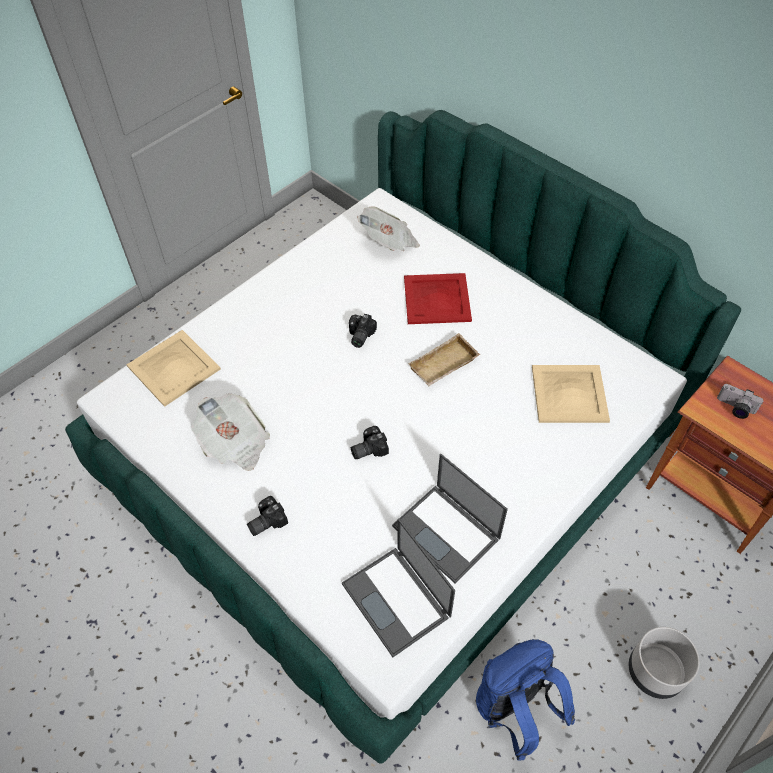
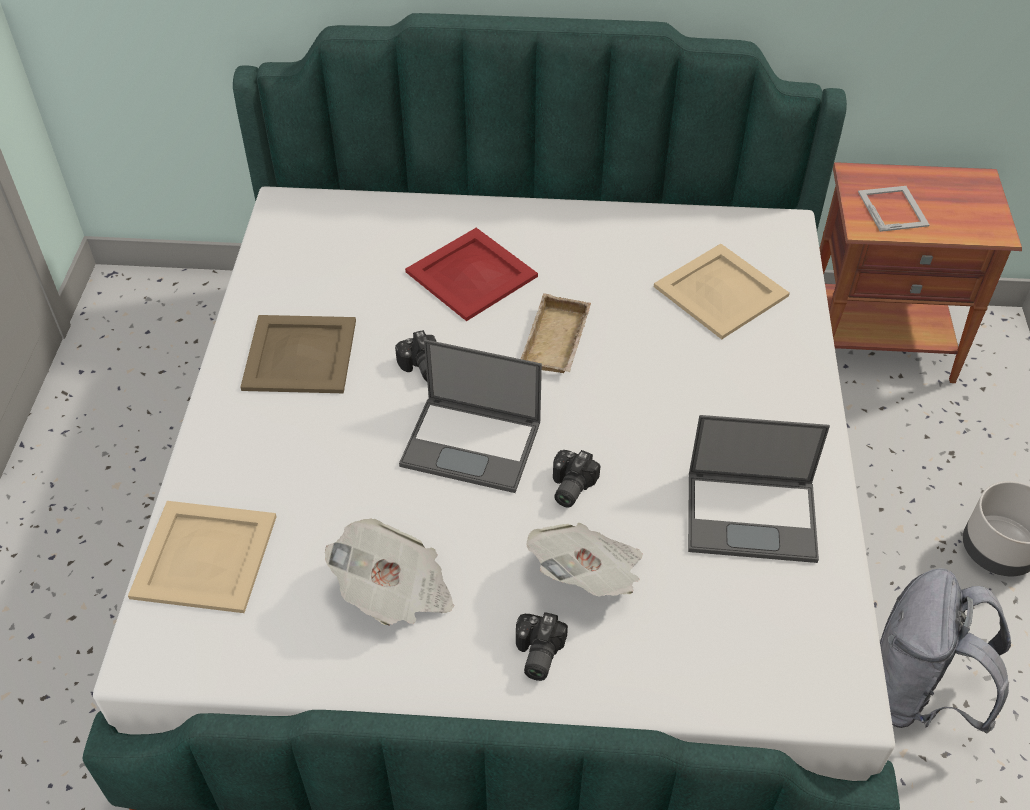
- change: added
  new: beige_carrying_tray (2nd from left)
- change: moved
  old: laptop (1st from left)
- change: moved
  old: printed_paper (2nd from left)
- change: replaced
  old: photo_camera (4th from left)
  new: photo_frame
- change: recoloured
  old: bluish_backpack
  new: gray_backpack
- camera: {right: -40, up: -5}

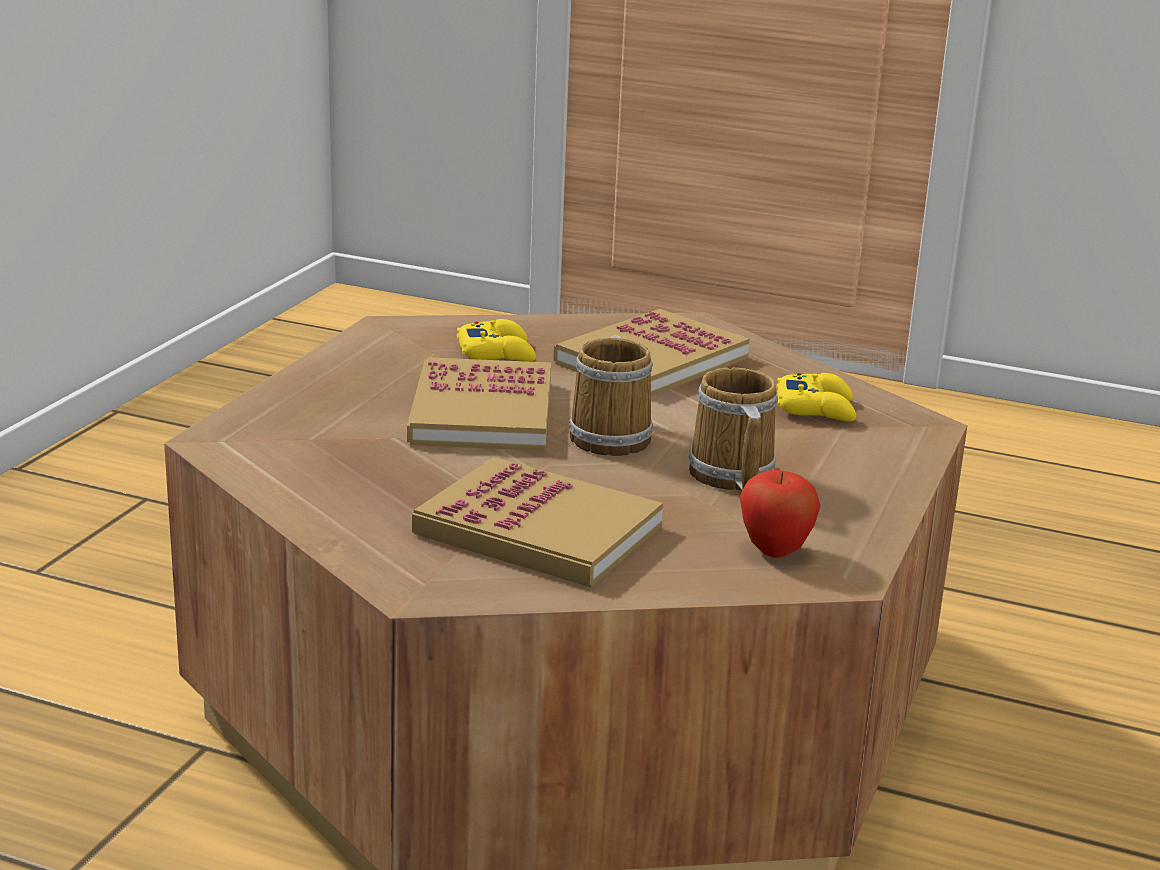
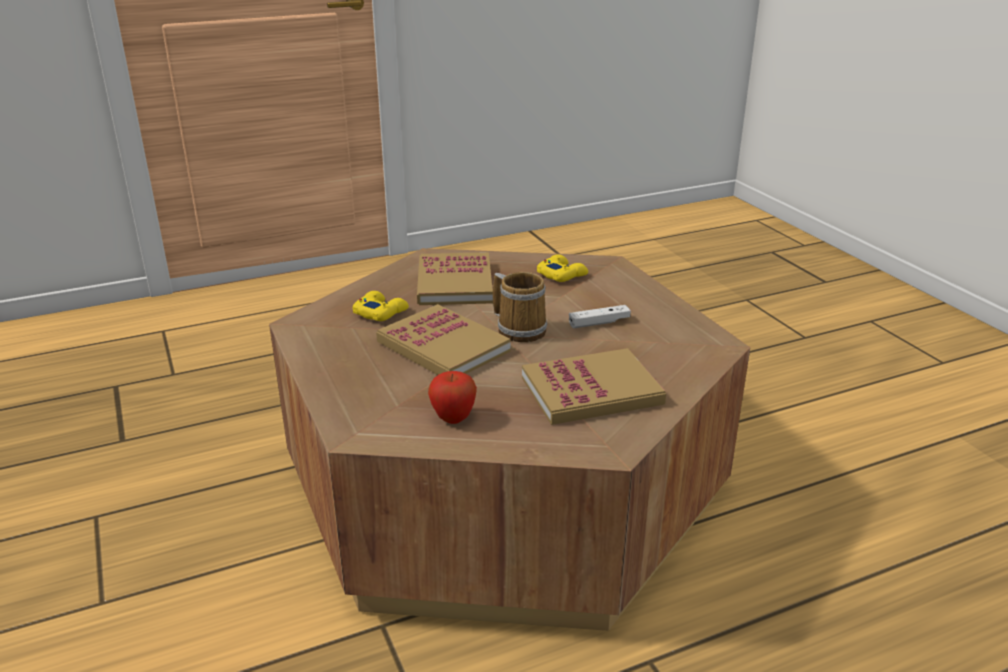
- change: moved
  old: whole_apple
- change: replaced
  old: coffee_mug (2nd from left)
  new: white_game_controller
- camera: {right: -45, up: 5}

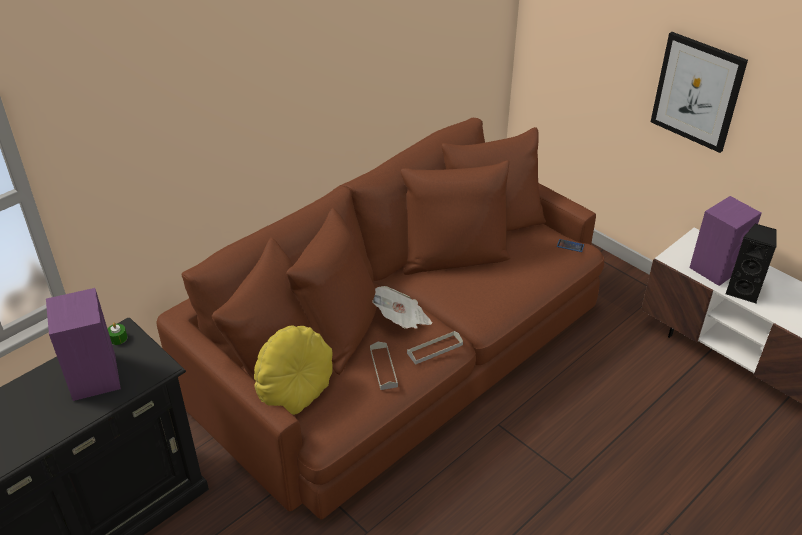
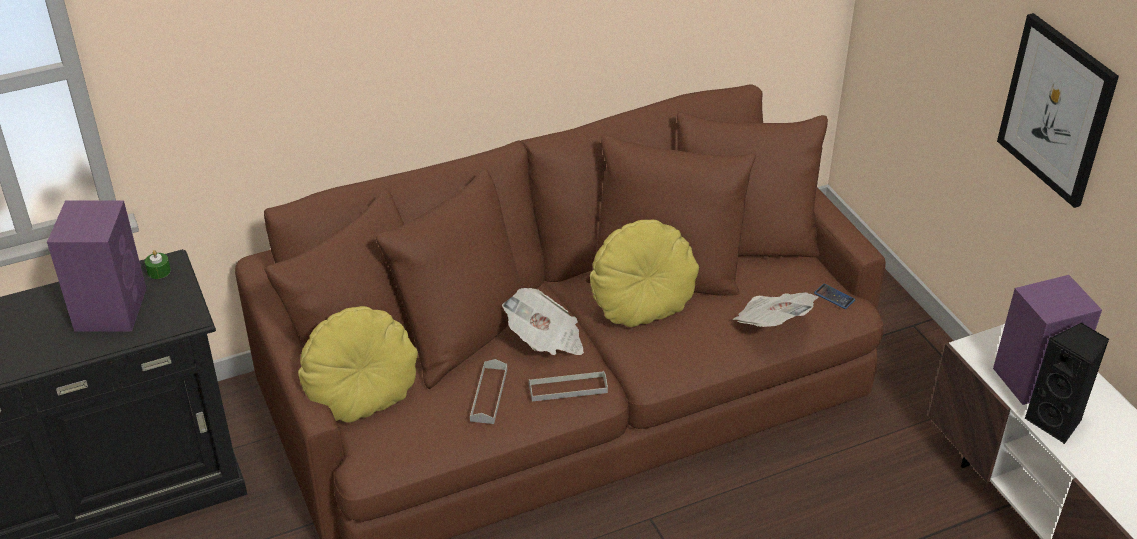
- change: added
  new: yellow-coloured_cushion (2nd from left)
- change: added
  new: printed_paper (2nd from left)
- camera: {right: 20, up: 0}

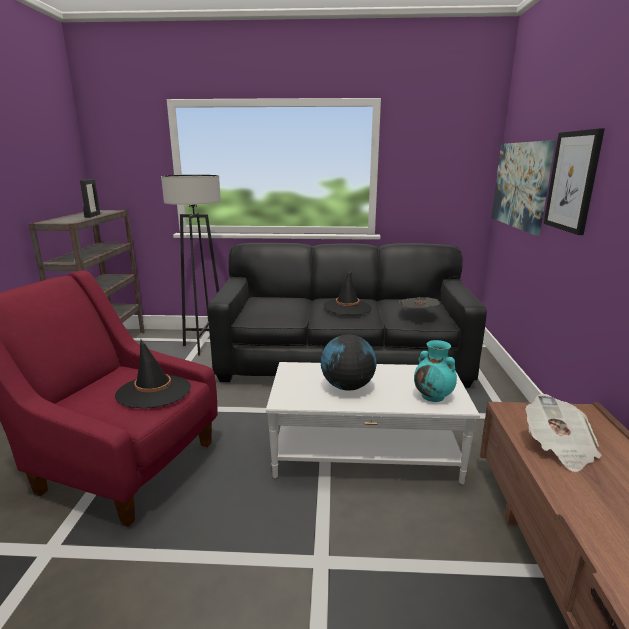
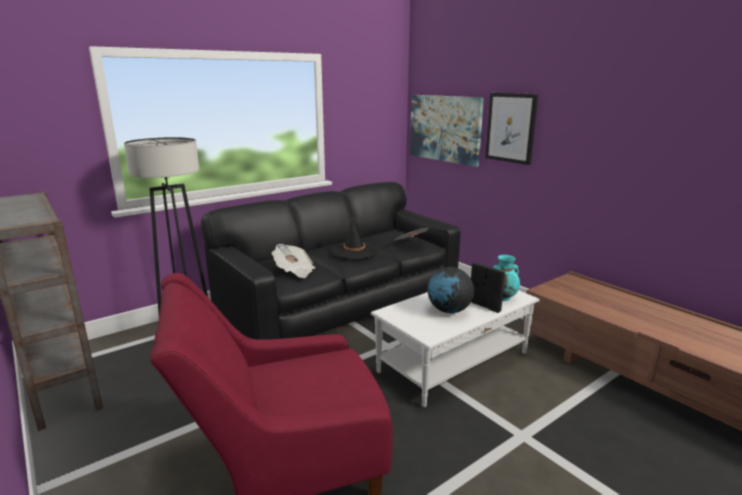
- change: removed
  old: black_clothing_hat (1st from left)
- change: moved
  old: photo_frame
- change: moved
  old: printed_paper (2nd from left in the first image)
  new: printed_paper (1st from left)
- camera: {right: -40, up: 0}

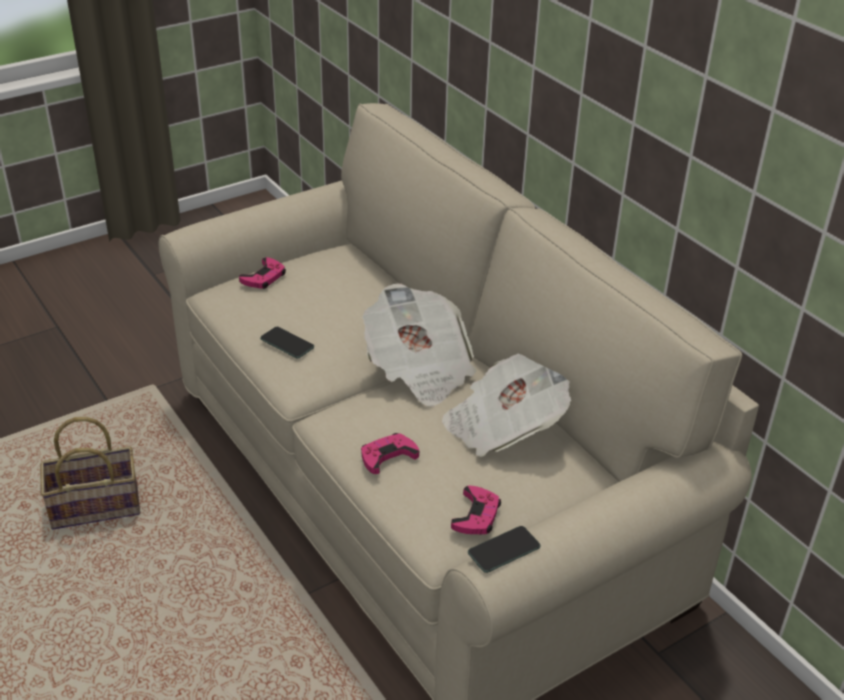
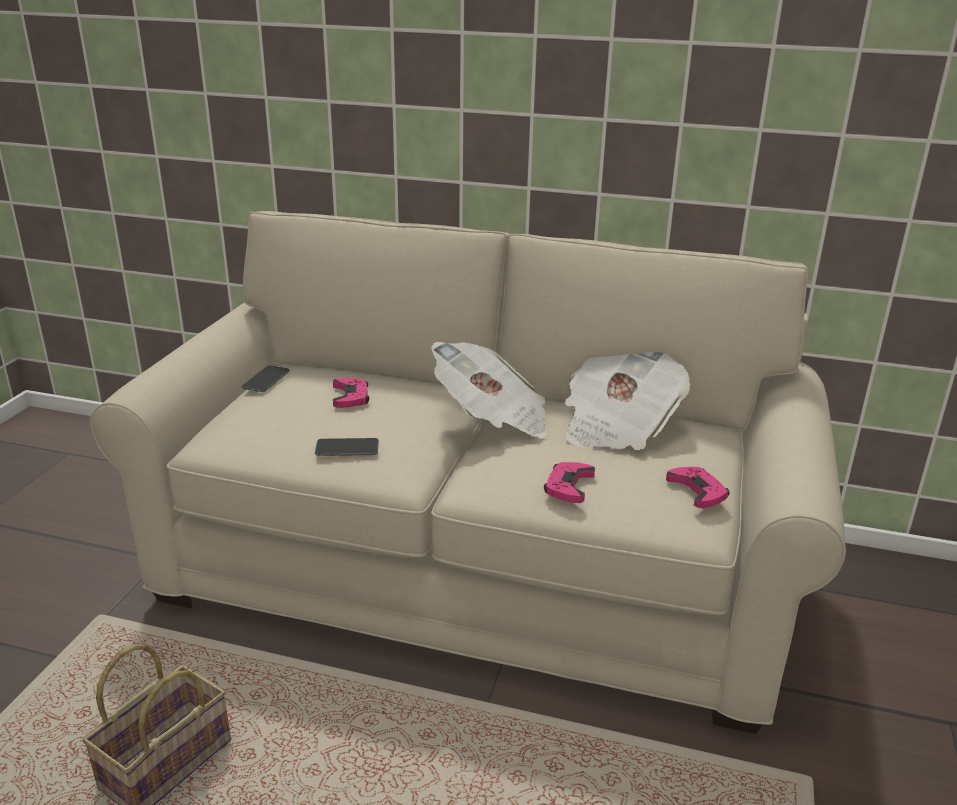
- change: moved
  old: pink-coloured_game_controller (1st from left)
- change: moved
  old: handset (2nd from left in the first image)
  new: handset (1st from left)
- camera: {right: -40, up: -10}

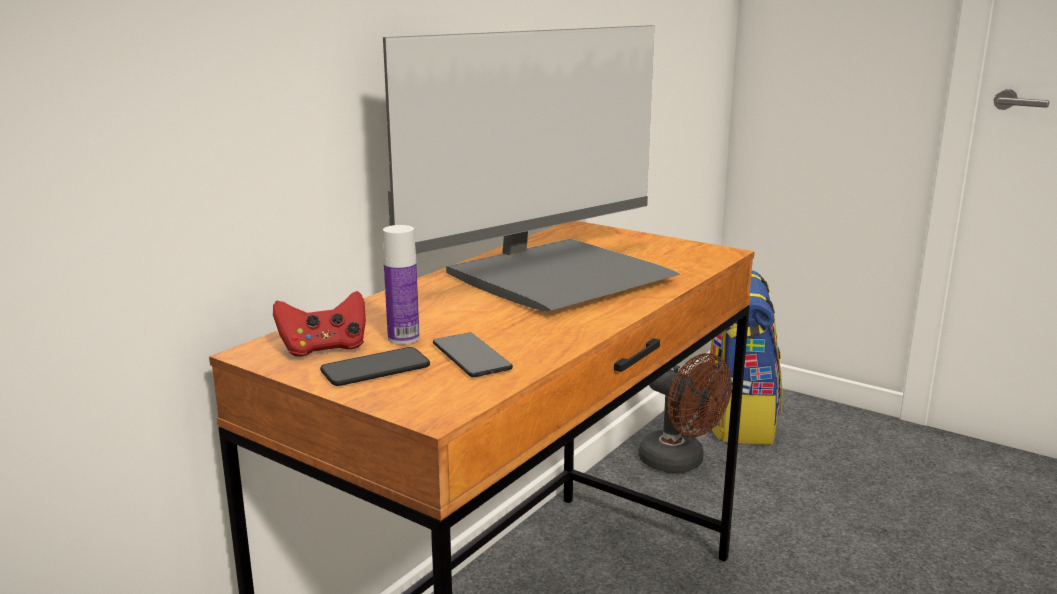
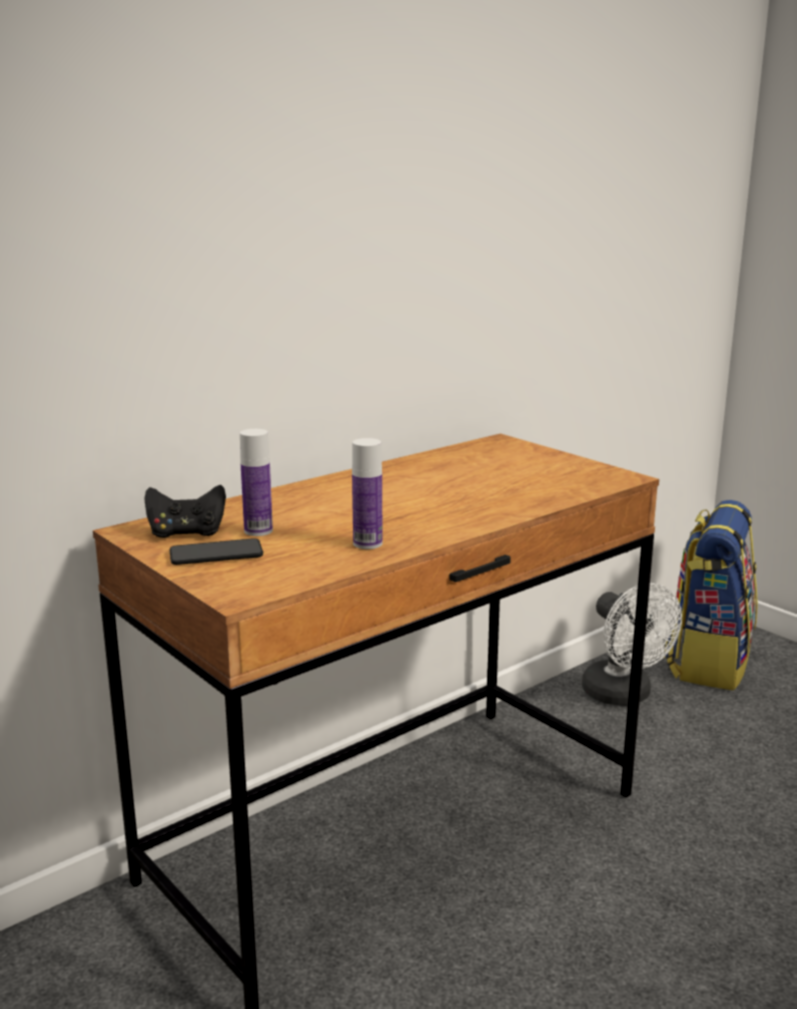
- change: removed
  old: monitor
- change: removed
  old: handset (2nd from left)
- change: added
  new: beverage_bottle (2nd from left)
- change: recoloured
  old: reddish_game_controller
  new: black_game_controller
- change: recoloured
  old: brownish_cooling_fan
  new: white_cooling_fan
- camera: {right: 15, up: 0}

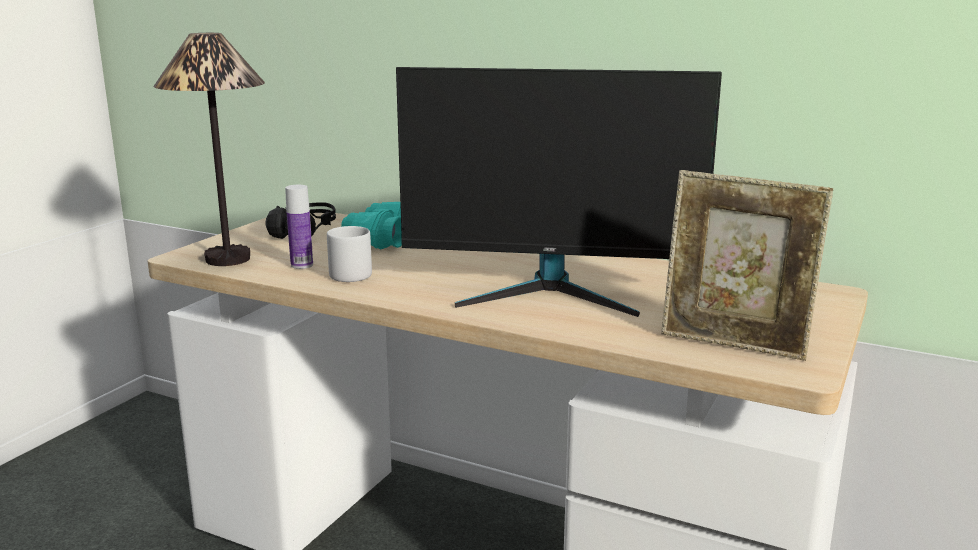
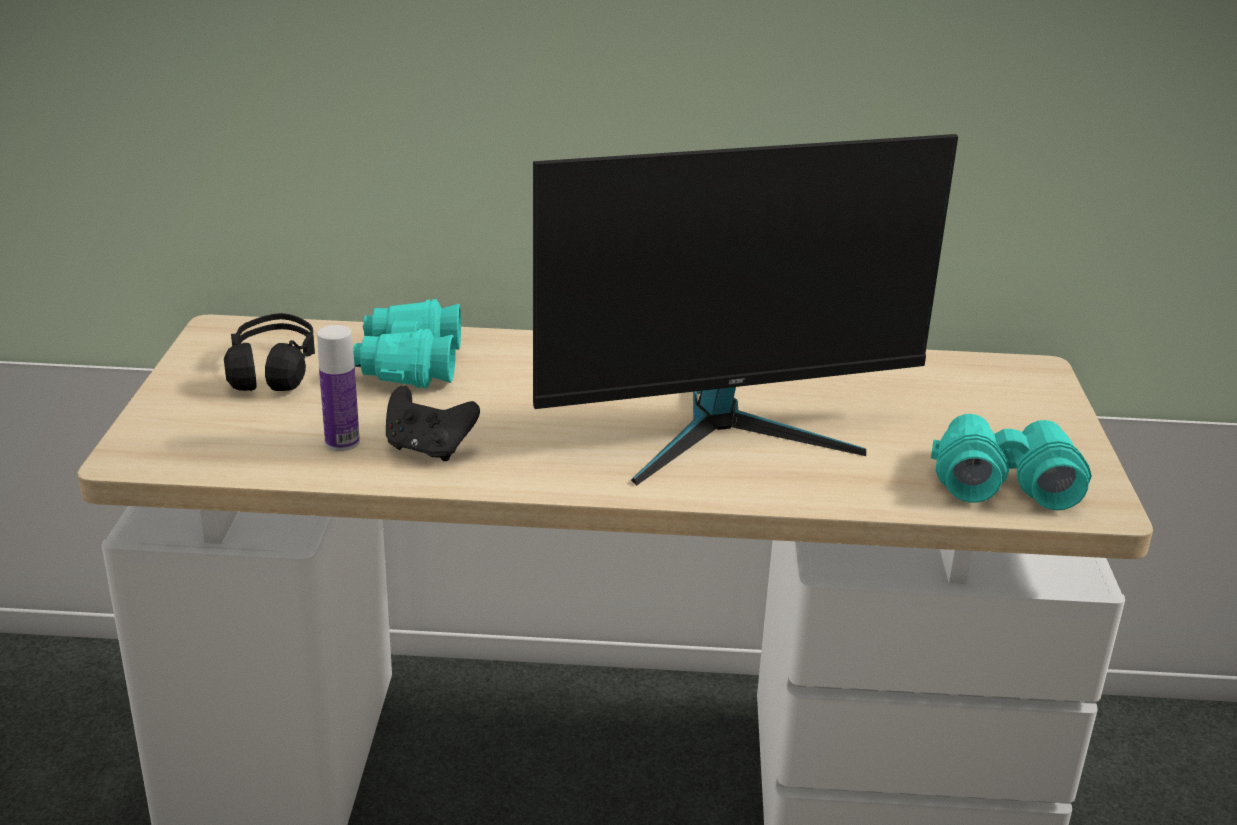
- change: removed
  old: lamp_for_a_table
- change: replaced
  old: gray_coffee_mug
  new: black_game_controller
- change: replaced
  old: photo_frame
  new: turquoise_field_glasses (2nd from left)
- camera: {right: -25, up: 10}

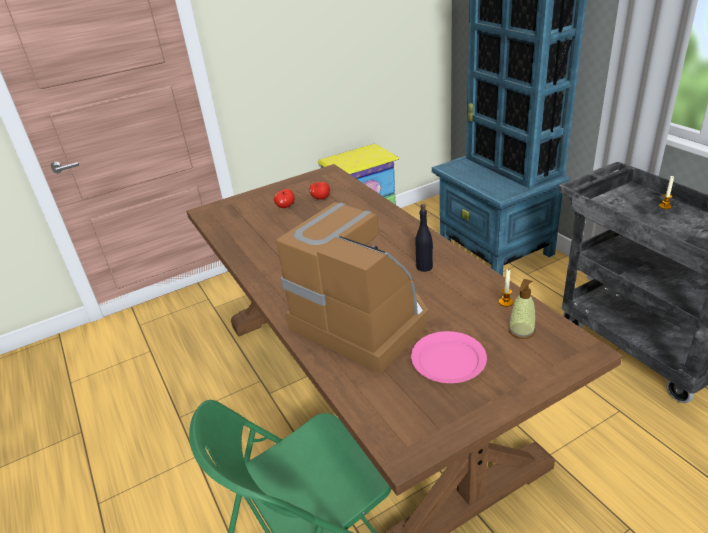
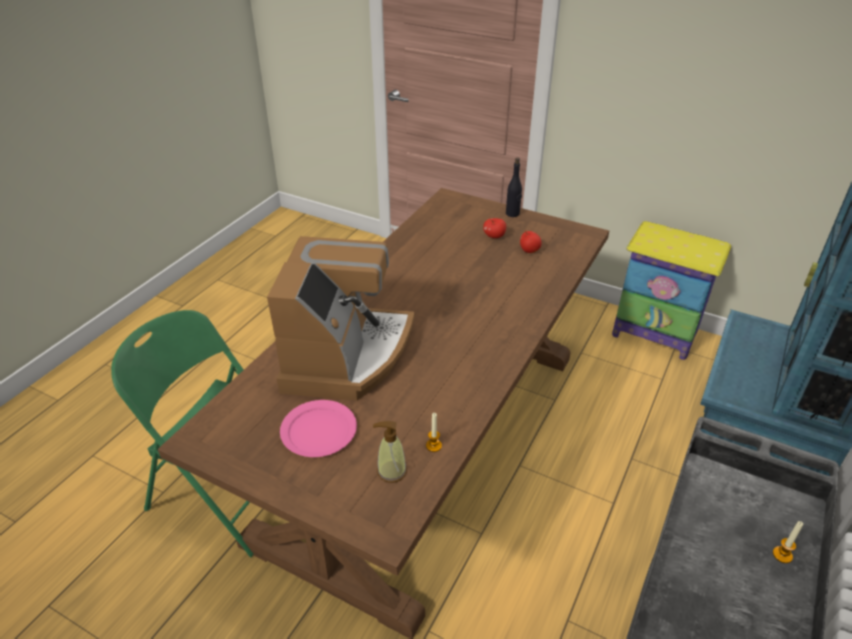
- change: moved
  old: black_beverage_bottle
- camera: {right: 55, up: 5}

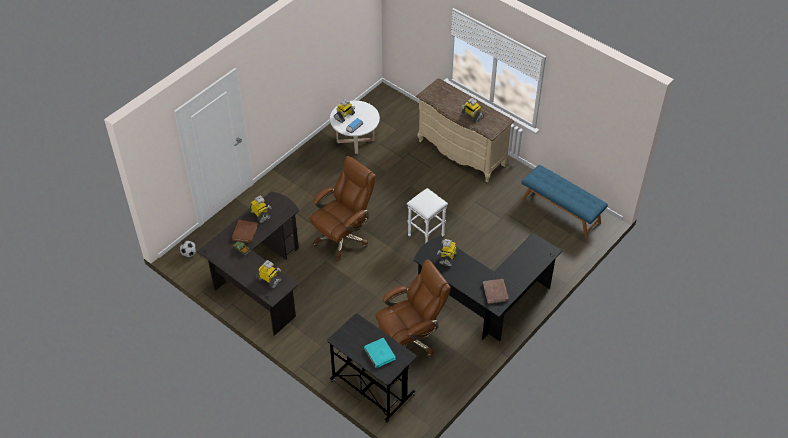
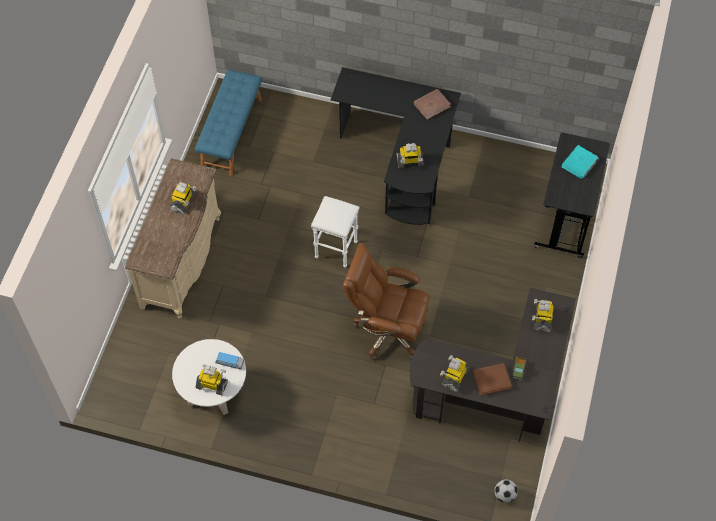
- change: removed
  old: brownish_computer_chair (2nd from left)
- camera: {right: -115, up: 10}

